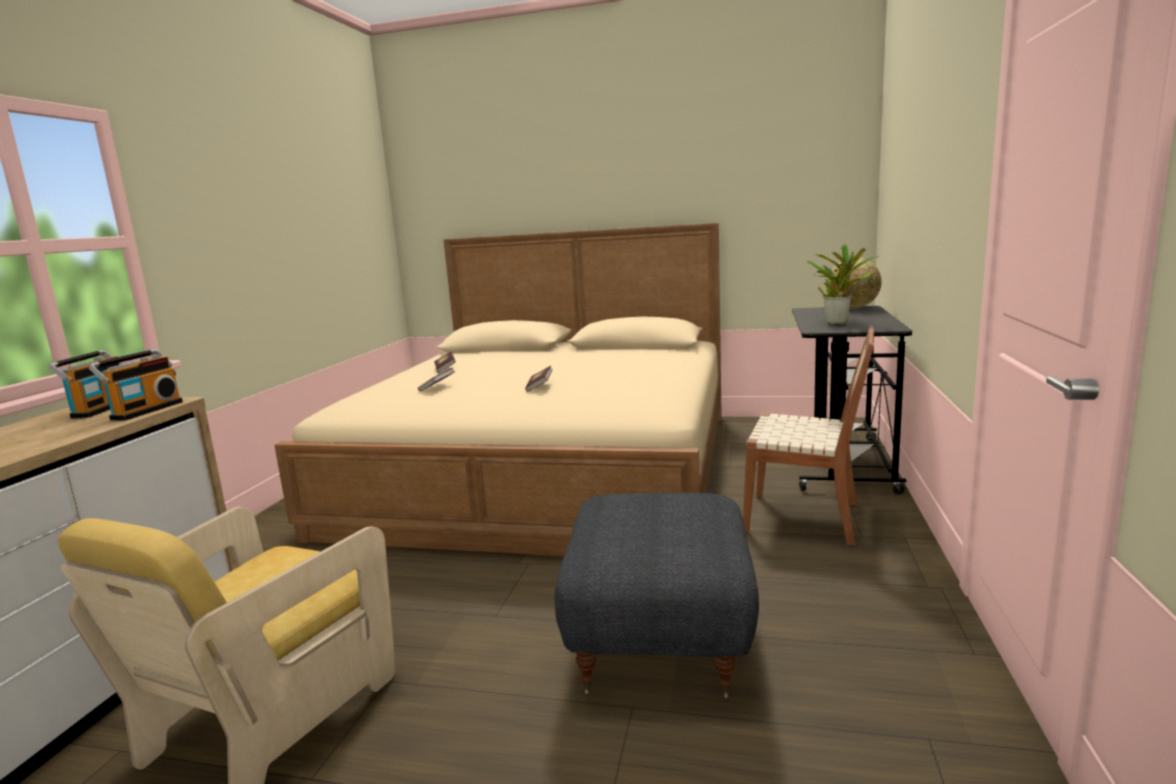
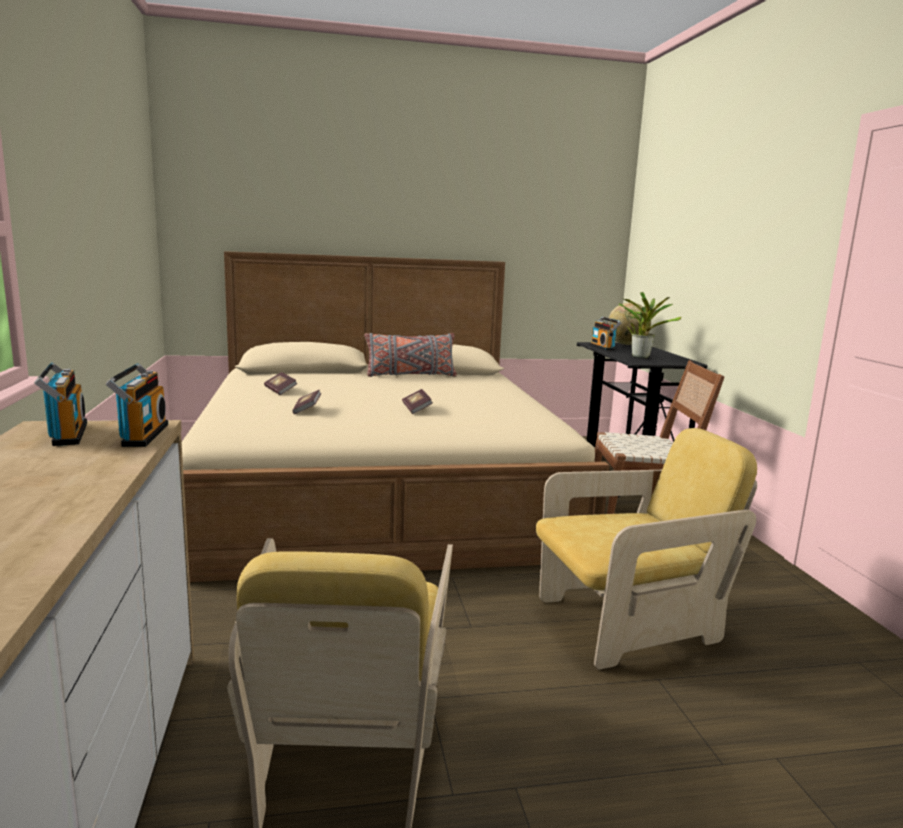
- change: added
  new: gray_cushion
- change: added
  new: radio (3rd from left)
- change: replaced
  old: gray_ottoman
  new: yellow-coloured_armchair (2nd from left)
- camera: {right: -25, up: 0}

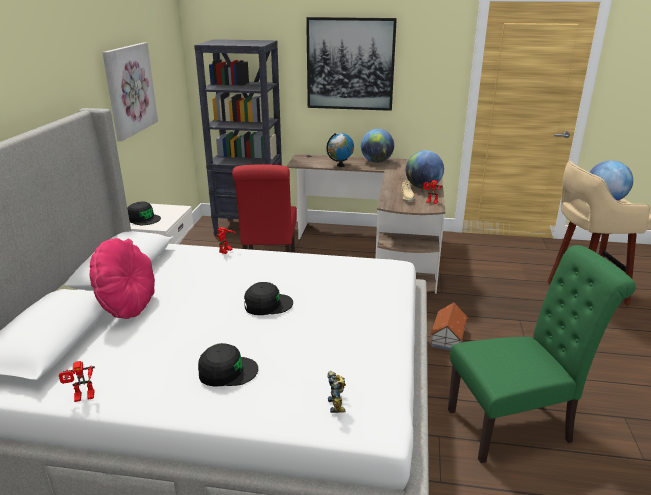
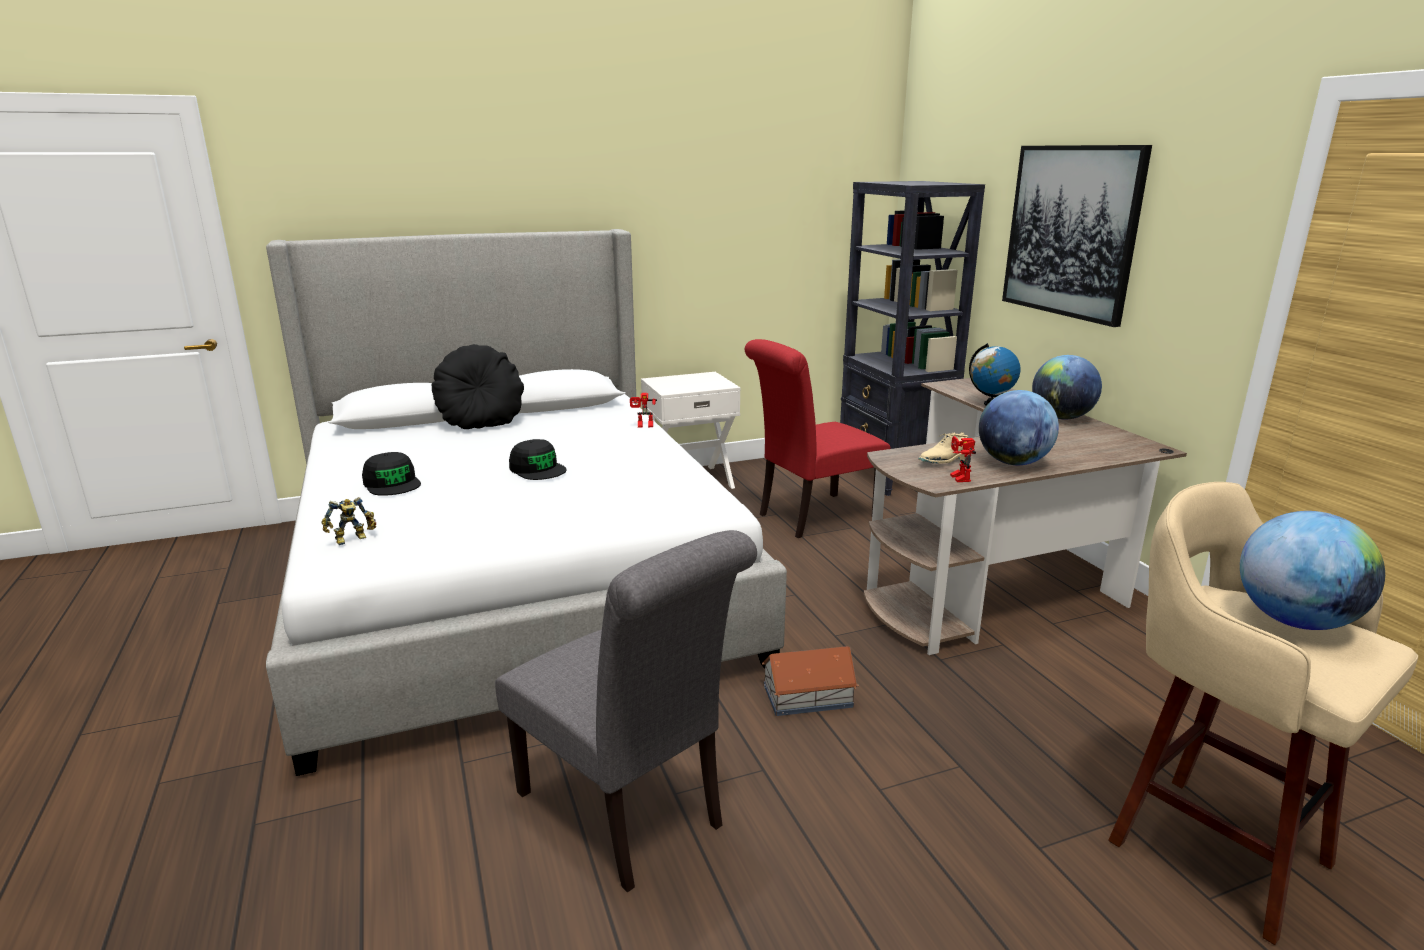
- change: removed
  old: toy_robot (1st from left)
- change: removed
  old: wall_art (1st from left)
- change: removed
  old: black_peaked_cap (1st from left)
- change: recoloured
  old: pink-coloured_cushion
  new: black_cushion
- change: recoloured
  old: green_plain_chair
  new: gray_plain_chair
- camera: {right: 60, up: -5}

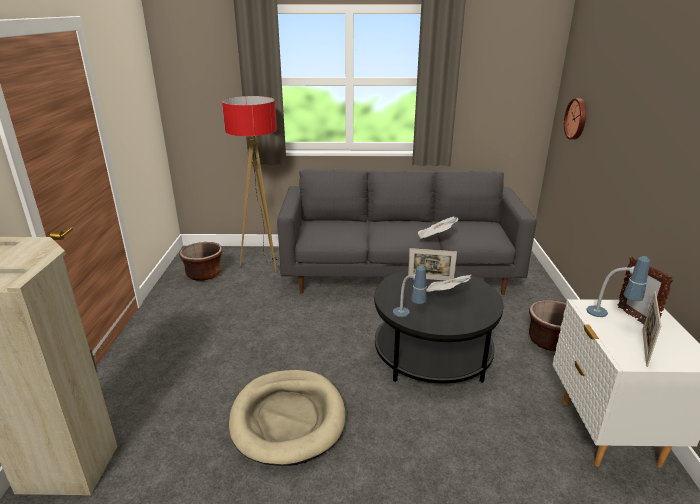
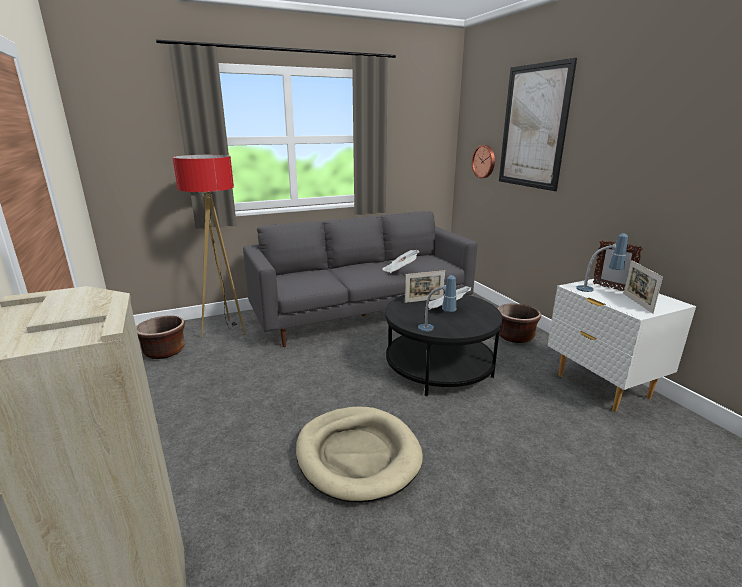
- change: added
  new: wall_art
- camera: {right: -25, up: -5}

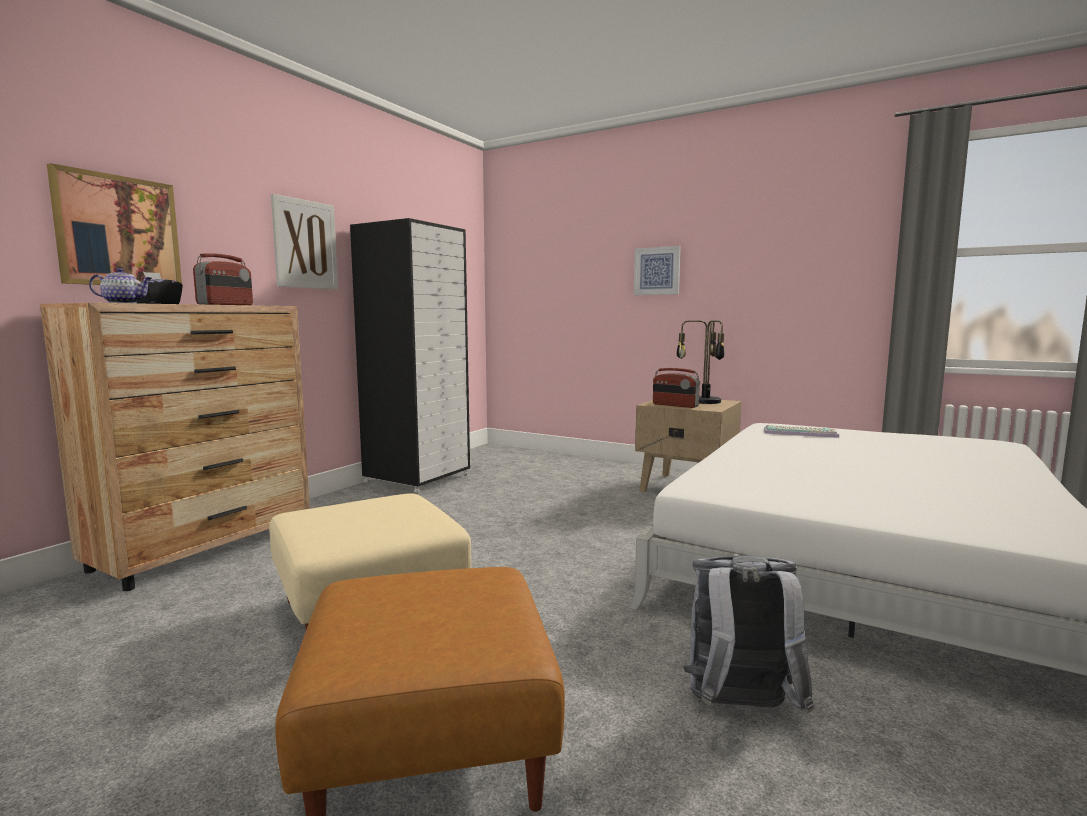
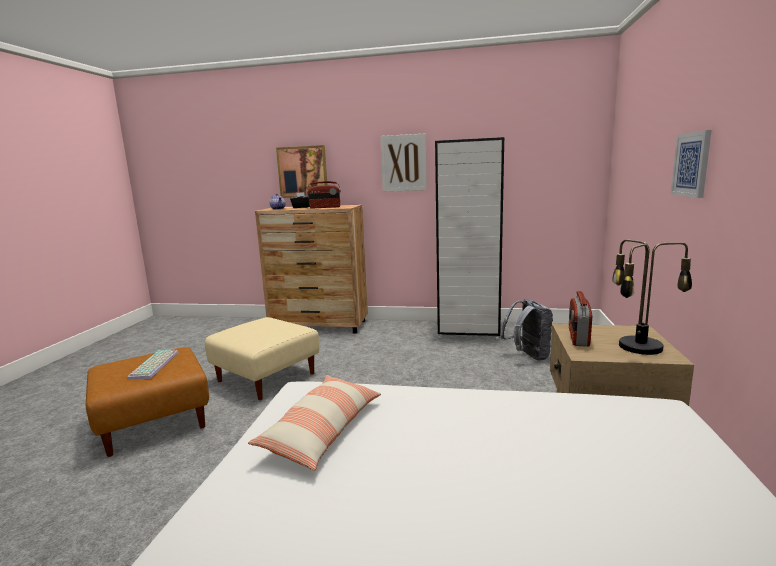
- change: added
  new: cushion
- change: moved
  old: gray_backpack
- change: moved
  old: keyboard
- camera: {right: 70, up: 5}

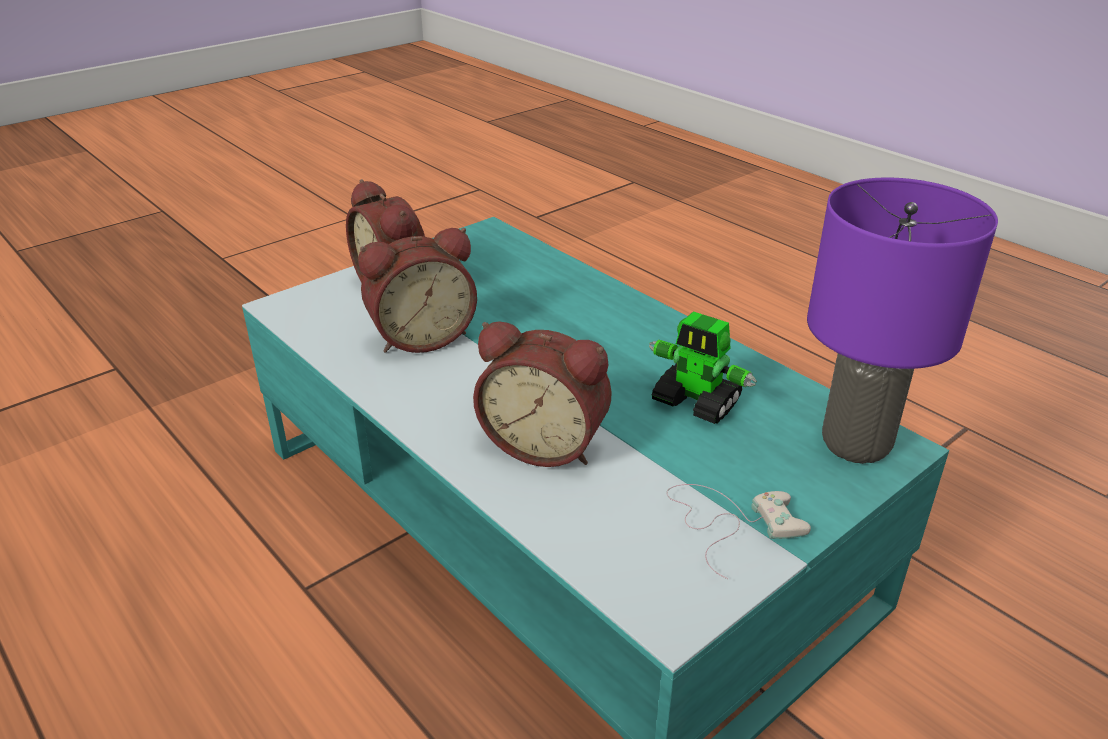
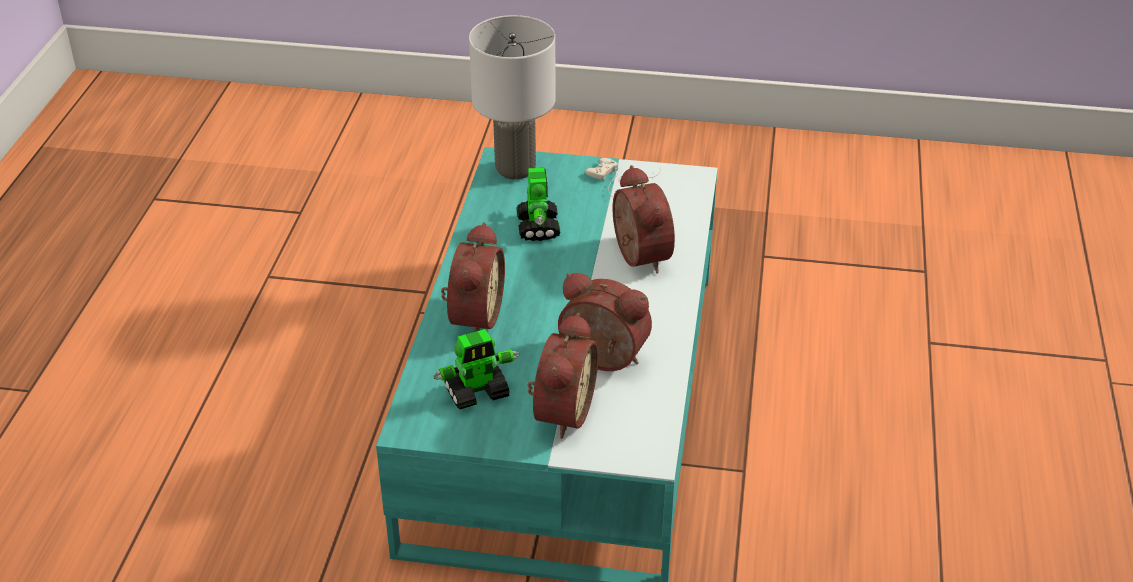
- change: added
  new: toy_robot (1st from left)
- change: added
  new: bedside_clock (1st from left)
- change: recoloured
  old: purple-coloured_lamp_for_a_table
  new: white_lamp_for_a_table
- camera: {right: -130, up: 5}

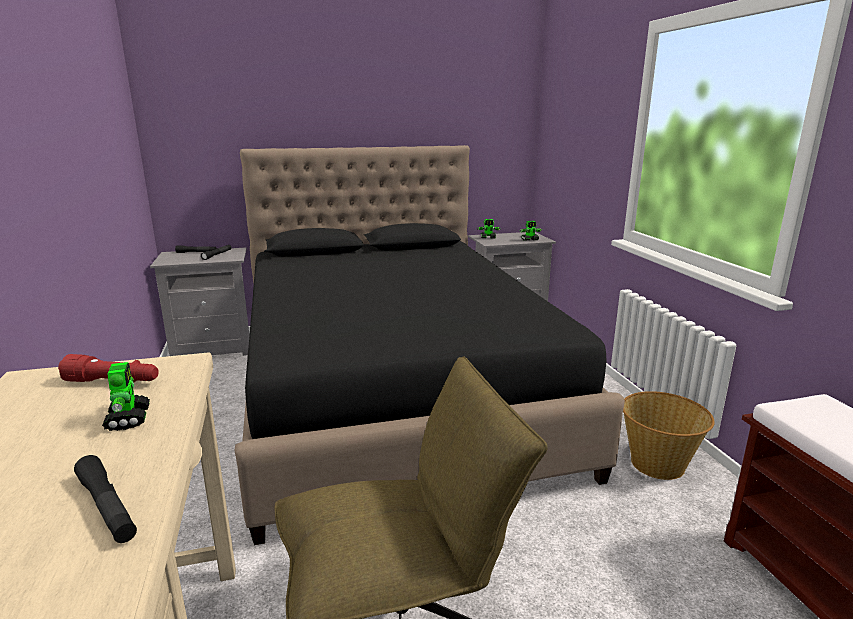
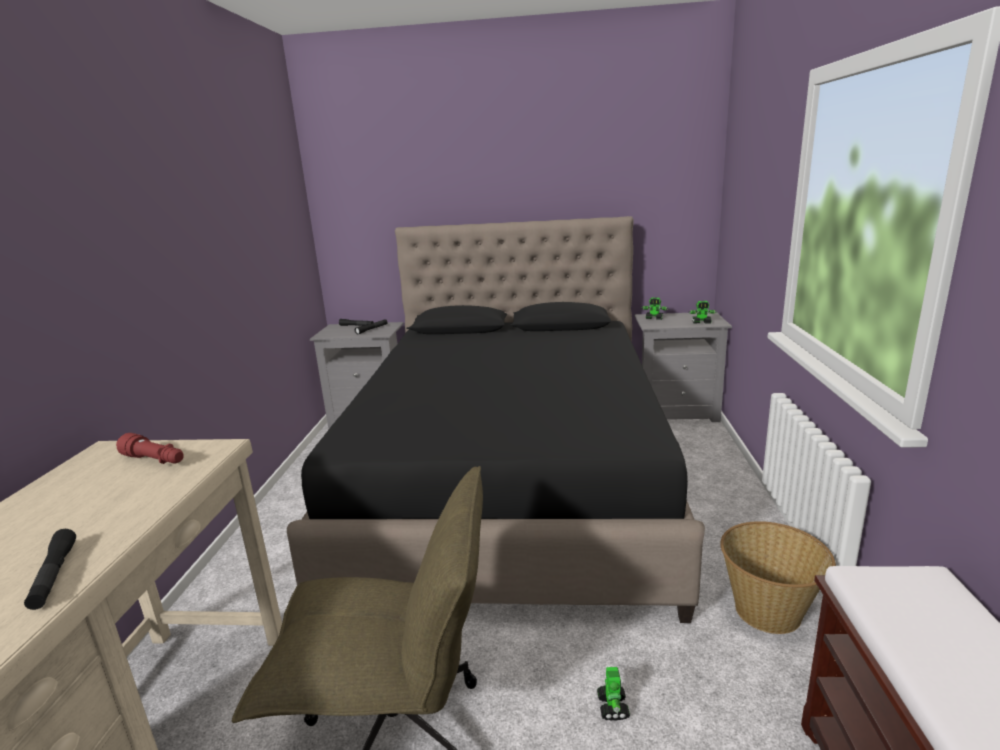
- change: moved
  old: toy_robot (1st from left)
- camera: {right: 20, up: 0}

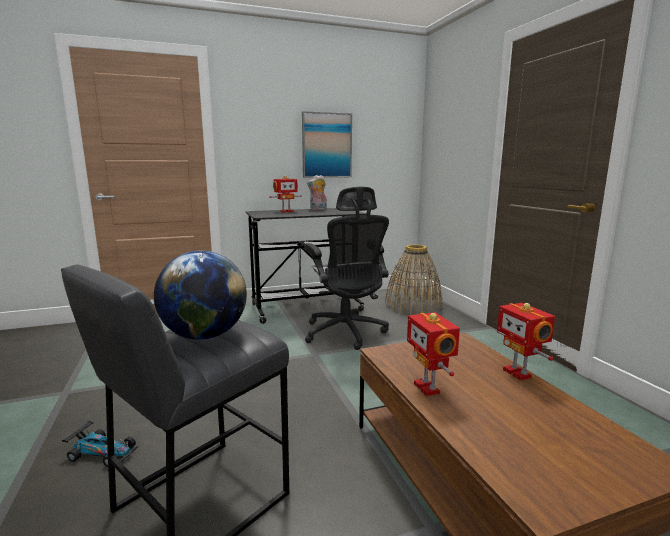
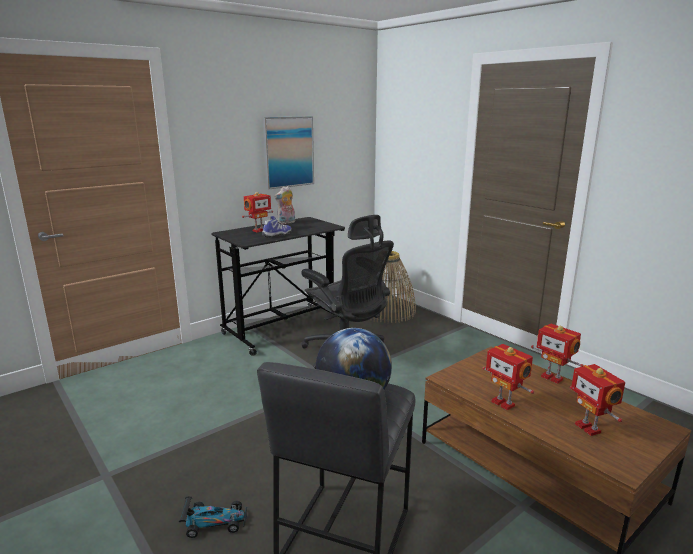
- change: added
  new: low_shoe
- change: added
  new: toy_robot (4th from left)
- camera: {right: -20, up: 5}

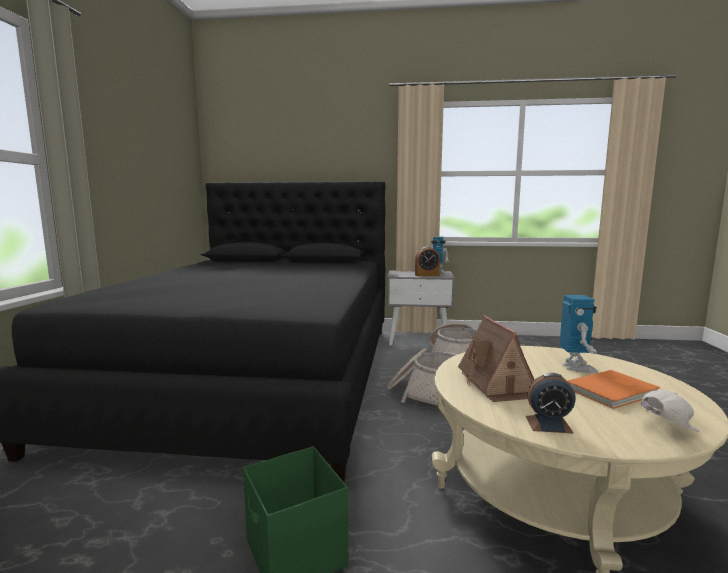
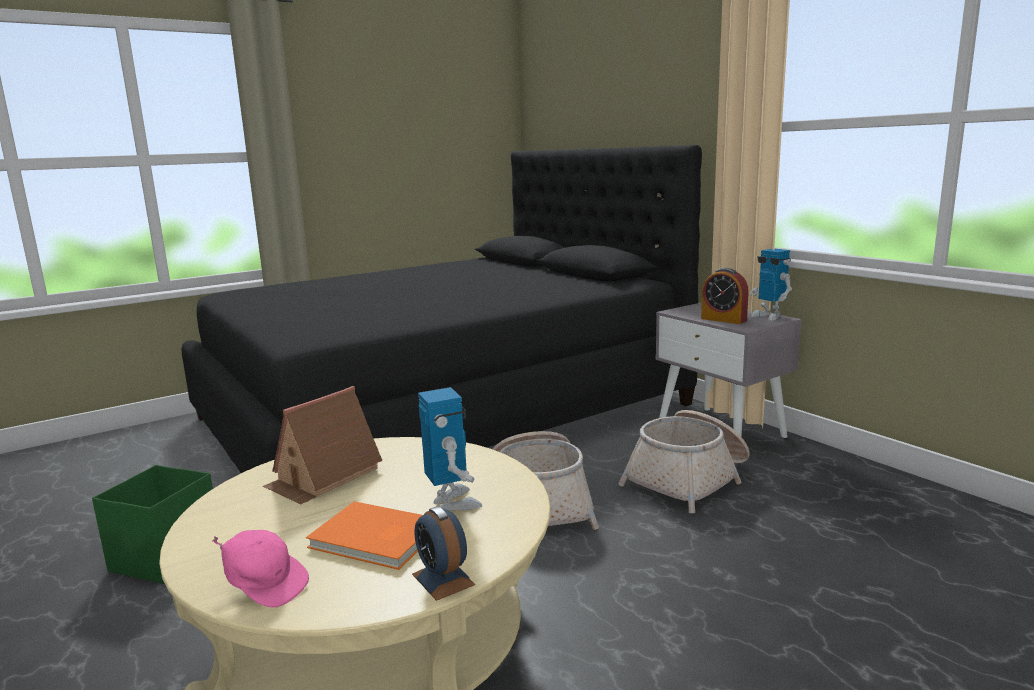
- change: moved
  old: bedside_clock (2nd from left in the first image)
  new: bedside_clock (1st from left)
- change: recoloured
  old: white_peaked_cap
  new: pink-coloured_peaked_cap
- change: turned
  old: toy_robot (2nd from left in the first image)
  degrees: -75
- camera: {right: 50, up: 5}

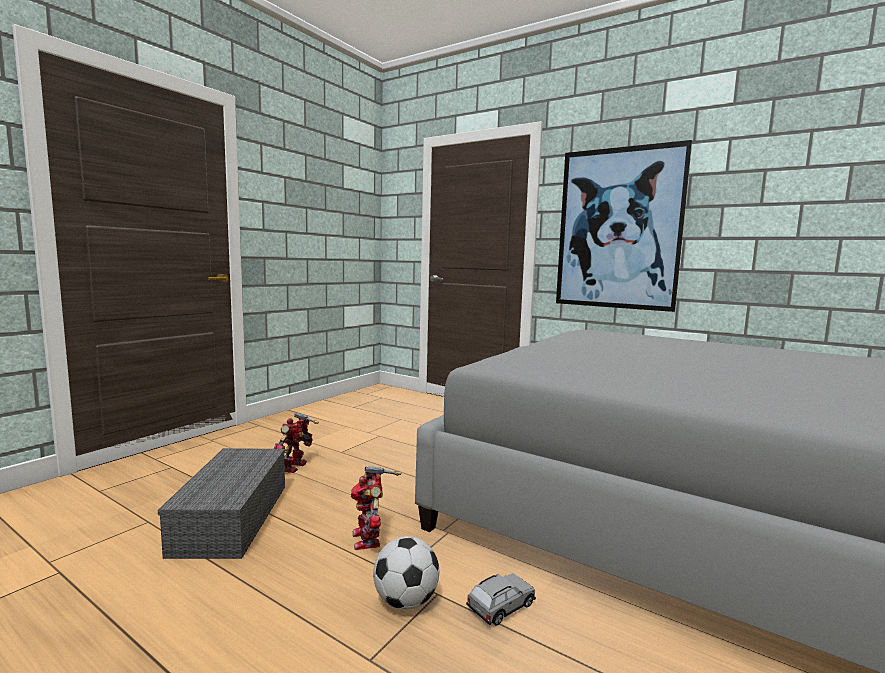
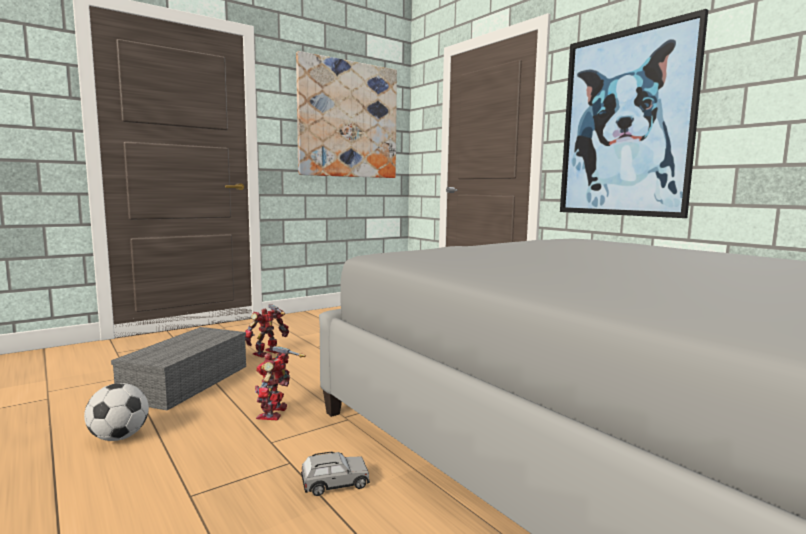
- change: added
  new: wall_art (1st from left)
- change: moved
  old: football_ball
- camera: {right: 20, up: 0}

